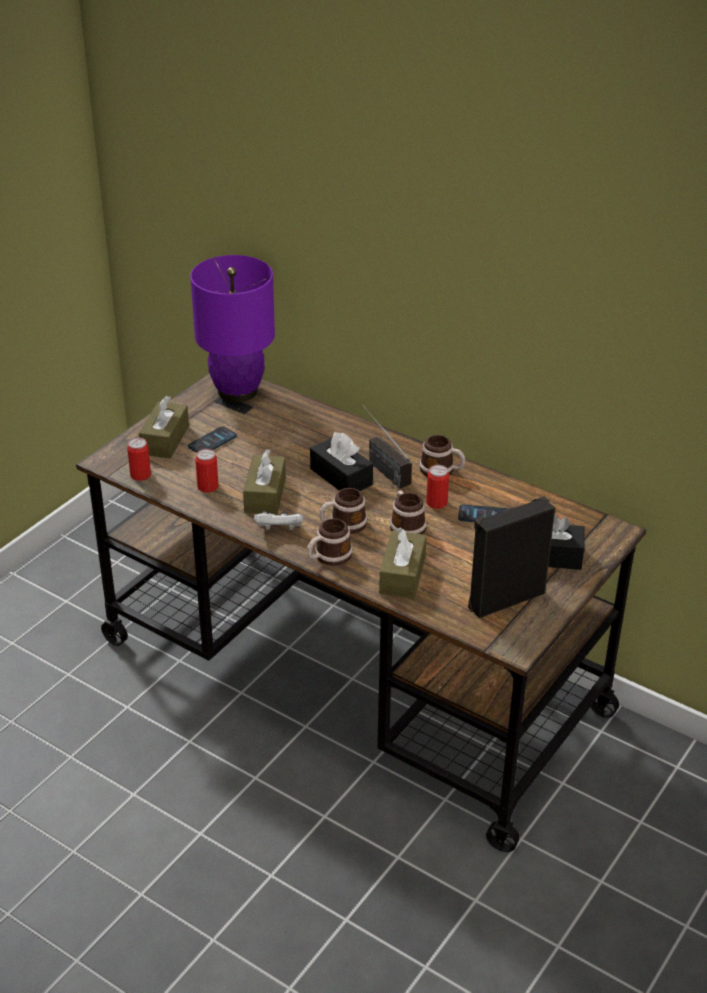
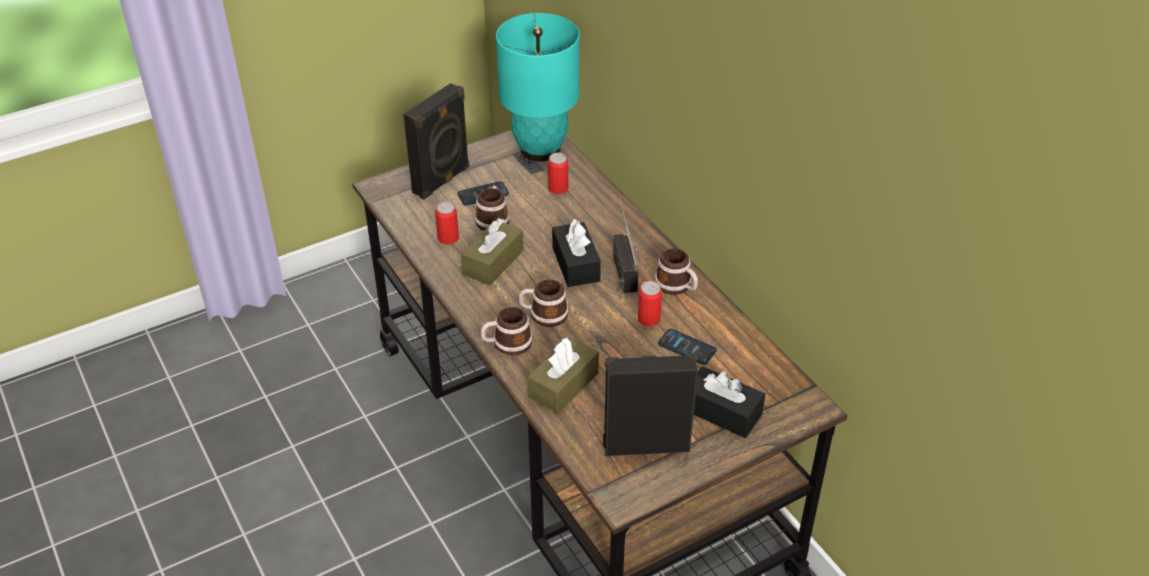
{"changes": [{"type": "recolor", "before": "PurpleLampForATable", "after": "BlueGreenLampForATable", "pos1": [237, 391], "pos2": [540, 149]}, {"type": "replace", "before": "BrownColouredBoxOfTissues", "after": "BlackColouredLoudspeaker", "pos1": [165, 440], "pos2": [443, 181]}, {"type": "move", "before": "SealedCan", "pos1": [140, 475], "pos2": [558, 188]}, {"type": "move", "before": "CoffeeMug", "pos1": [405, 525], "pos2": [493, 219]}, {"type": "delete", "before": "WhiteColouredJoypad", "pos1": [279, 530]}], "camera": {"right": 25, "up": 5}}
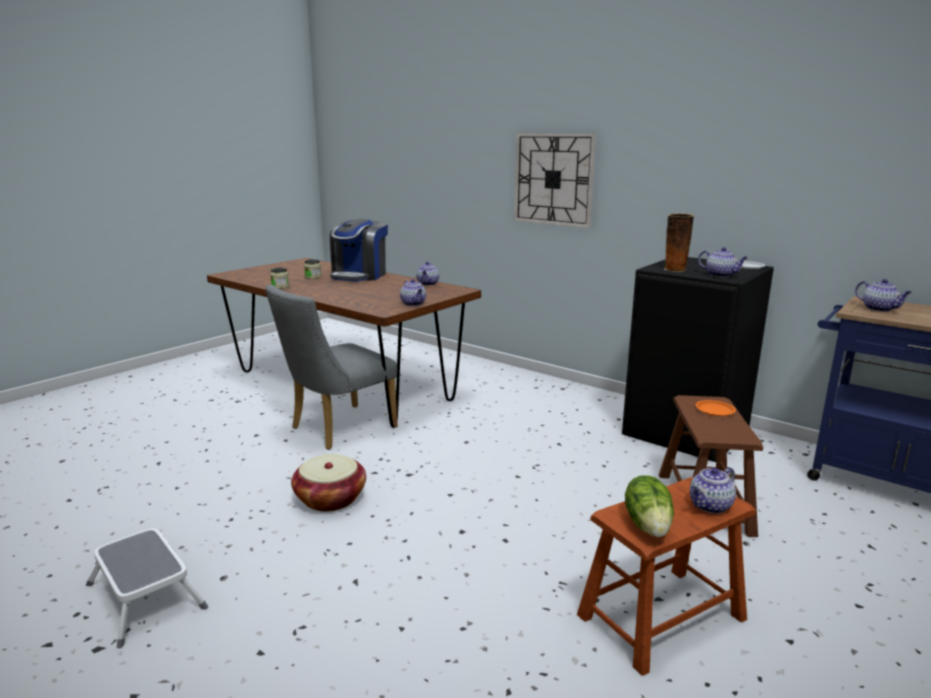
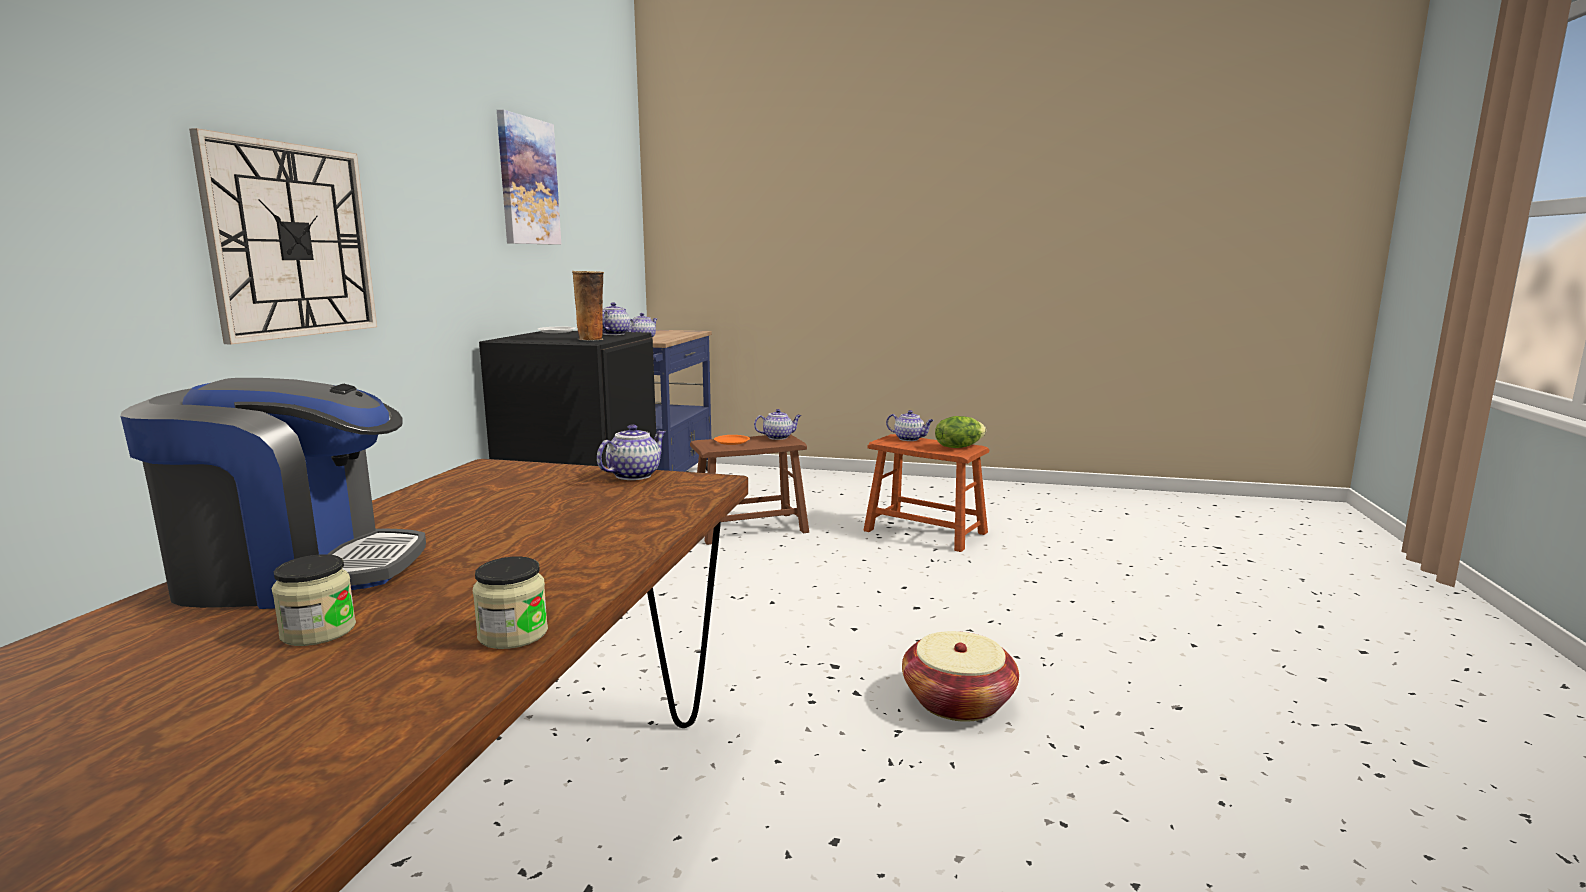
{"changes": [{"type": "move", "before": "PotForTea", "pos1": [428, 284], "pos2": [778, 437]}, {"type": "delete", "before": "GreyPlainChair", "pos1": [336, 429]}, {"type": "delete", "before": "GreyStepLadder", "pos1": [146, 596]}, {"type": "insert", "after": "WallArt", "pos2": [527, 181]}], "camera": {"right": -115, "up": -5}}
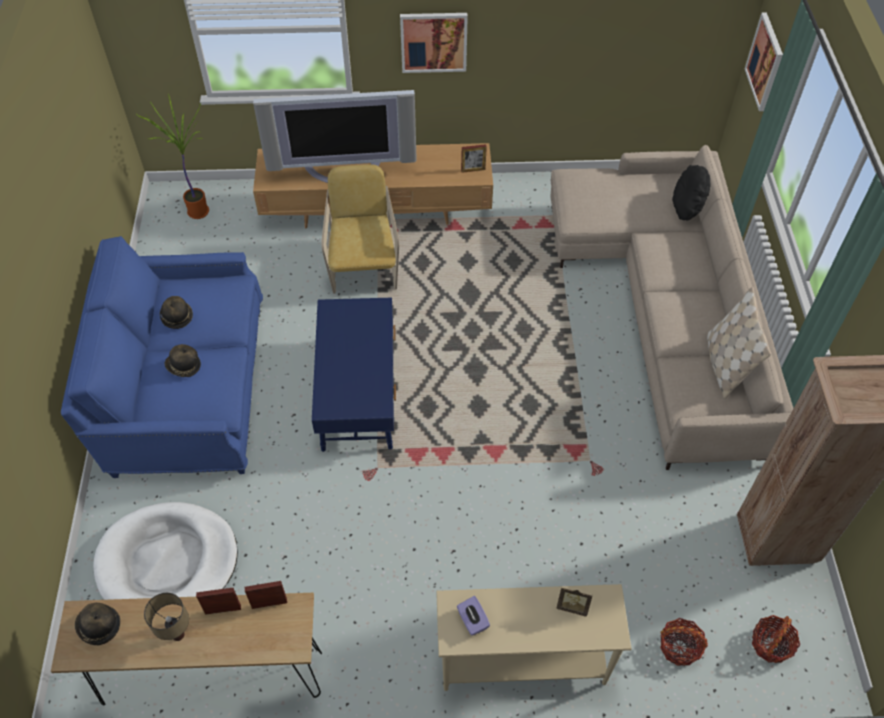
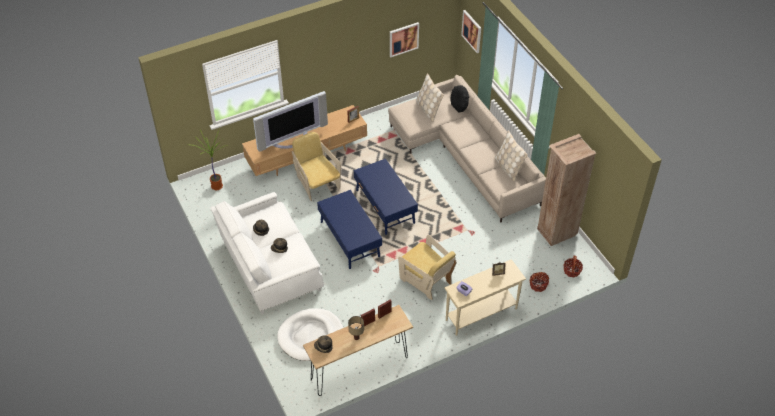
{"changes": [{"type": "move", "before": "WallArt", "pos1": [433, 42], "pos2": [403, 39]}, {"type": "recolor", "before": "BluishSettee", "after": "WhiteColouredSettee", "pos1": [186, 389], "pos2": [269, 267]}, {"type": "insert", "after": "BeigeColouredCushion", "pos2": [428, 109]}, {"type": "insert", "after": "BluishLowTable", "pos2": [385, 207]}, {"type": "insert", "after": "YellowColouredLoungeChair", "pos2": [426, 280]}], "camera": {"right": -25, "up": -5}}
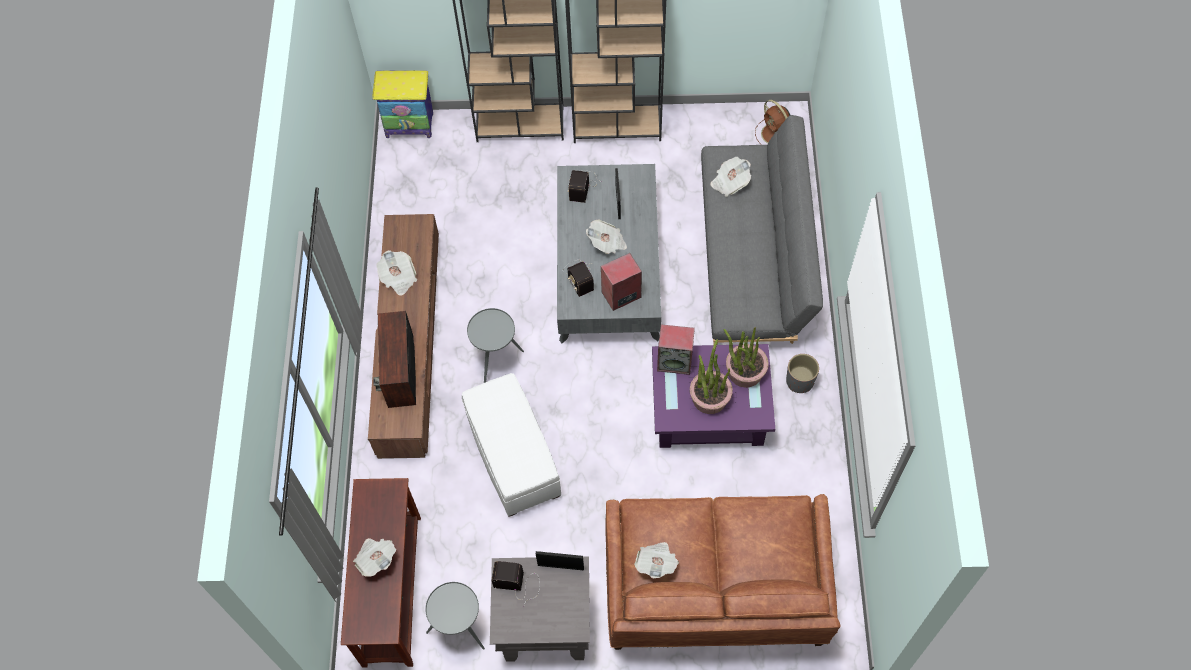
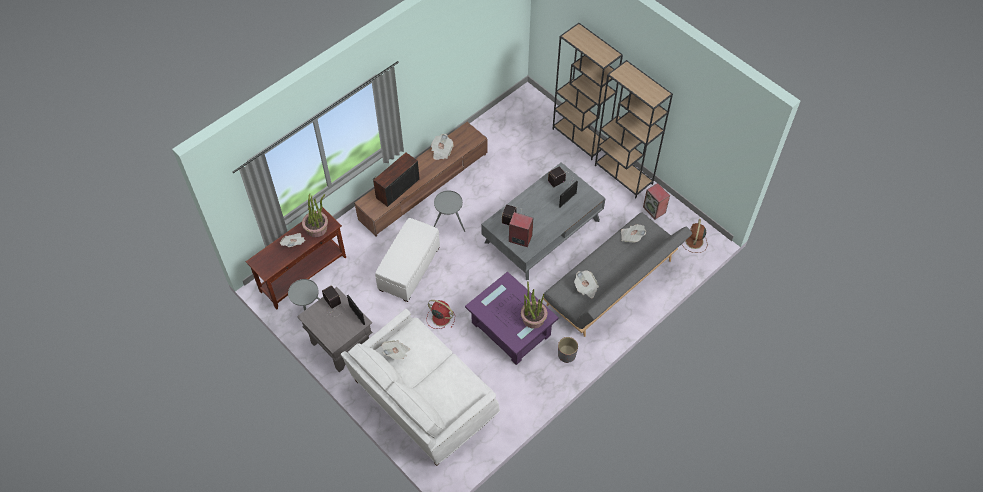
{"changes": [{"type": "delete", "before": "NightTable", "pos1": [411, 126]}, {"type": "move", "before": "DailyPaper", "pos1": [607, 243], "pos2": [586, 288]}, {"type": "move", "before": "Loudspeaker", "pos1": [675, 361], "pos2": [654, 210]}, {"type": "move", "before": "PottedPlant", "pos1": [709, 397], "pos2": [316, 228]}, {"type": "recolor", "before": "BrownColouredSettee", "after": "WhiteColouredSettee", "pos1": [714, 589], "pos2": [422, 399]}, {"type": "insert", "after": "RedColouredCoolingFan", "pos2": [440, 317]}], "camera": {"right": 45, "up": -5}}
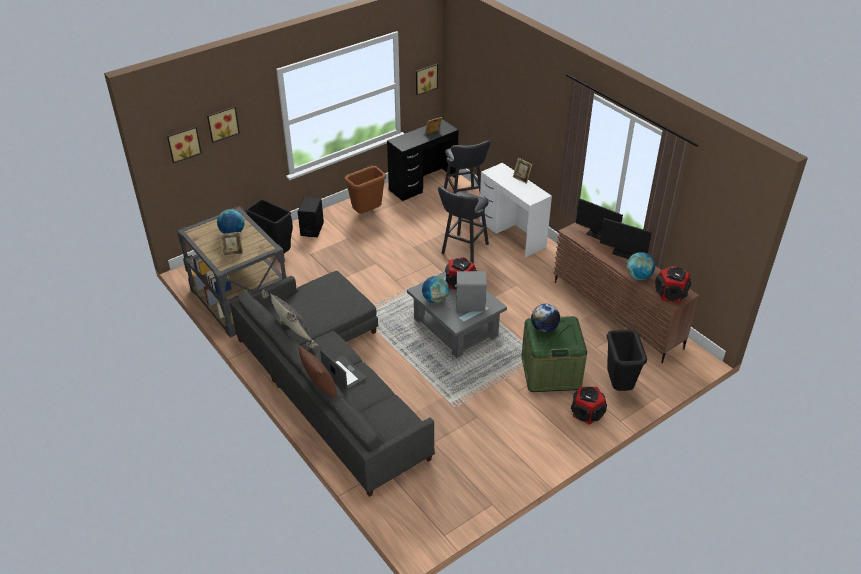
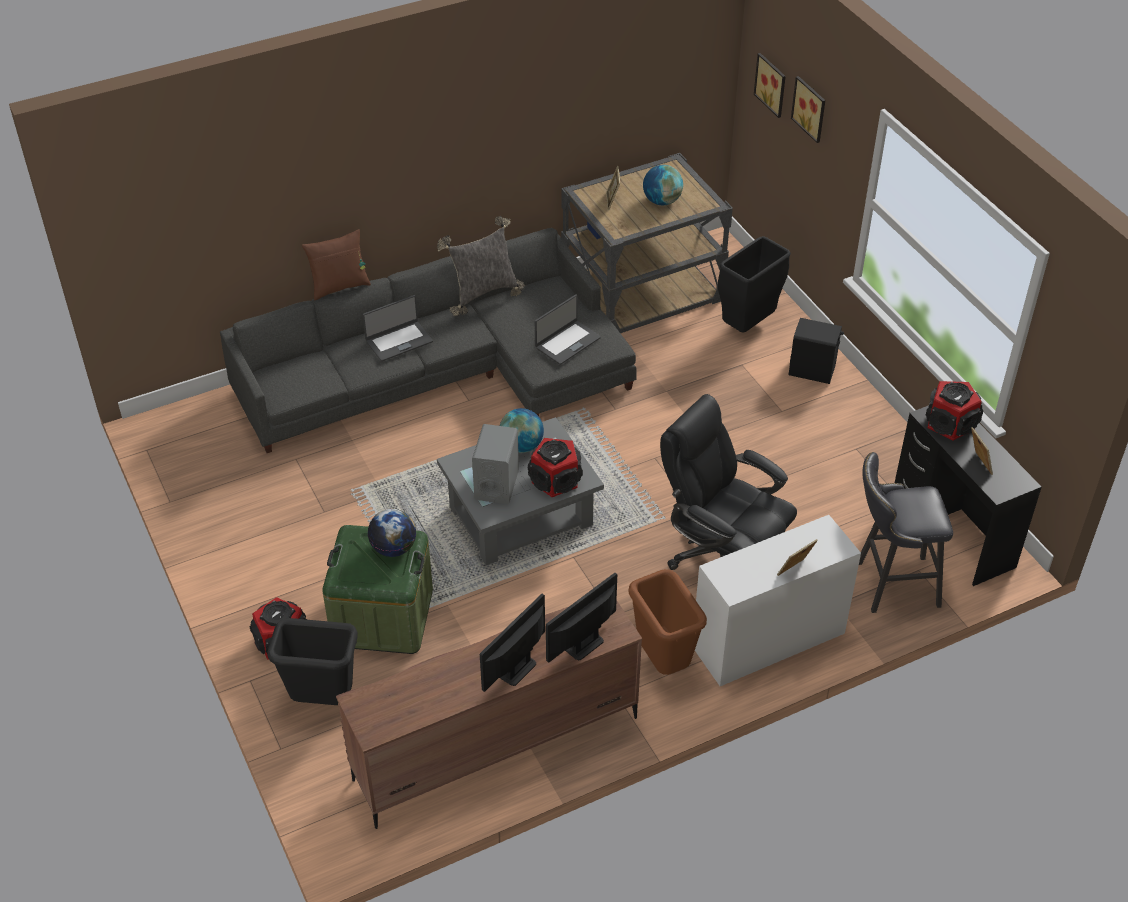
{"changes": [{"type": "delete", "before": "WallArt", "pos1": [425, 78]}, {"type": "move", "before": "BrownColouredWasteBin", "pos1": [367, 213], "pos2": [663, 662]}, {"type": "replace", "before": "BlackColouredSittingStool", "after": "BlackColouredComputerChair", "pos1": [462, 252], "pos2": [722, 556]}, {"type": "delete", "before": "DeskGlobe", "pos1": [638, 276]}, {"type": "move", "before": "Loudspeaker", "pos1": [670, 293], "pos2": [950, 424]}, {"type": "insert", "after": "PortableComputer", "pos2": [567, 342]}], "camera": {"right": 100, "up": 5}}
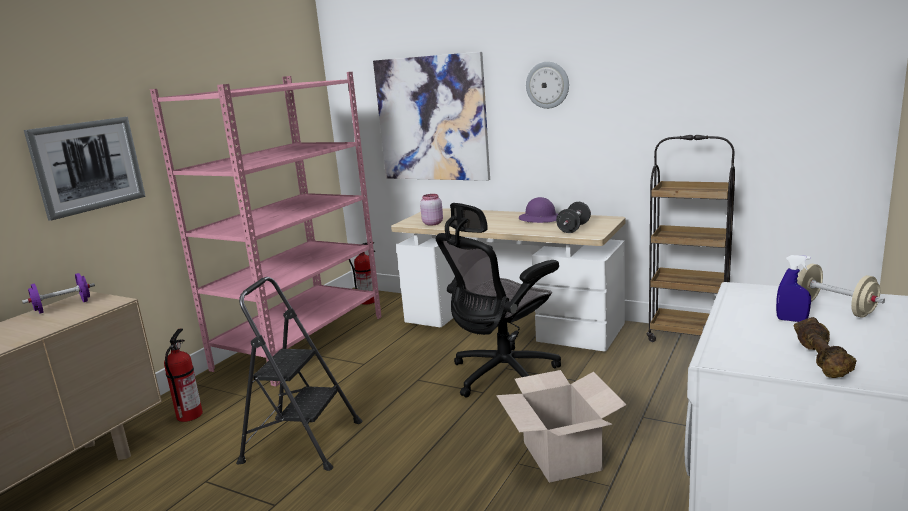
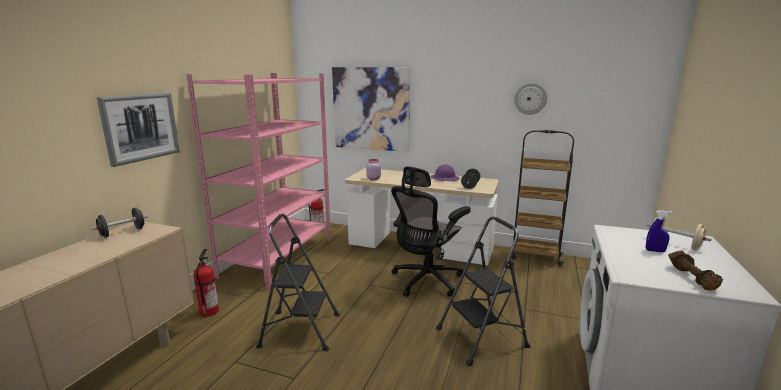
{"changes": [{"type": "move", "before": "ClockOnTheWall", "pos1": [547, 85], "pos2": [530, 98]}, {"type": "recolor", "before": "PurpleDumbbell", "after": "BlackColouredDumbbell", "pos1": [63, 307], "pos2": [122, 232]}, {"type": "replace", "before": "PackingBox", "after": "BlackColouredStepLadder", "pos1": [562, 456], "pos2": [483, 336]}], "camera": {"right": -10, "up": 0}}
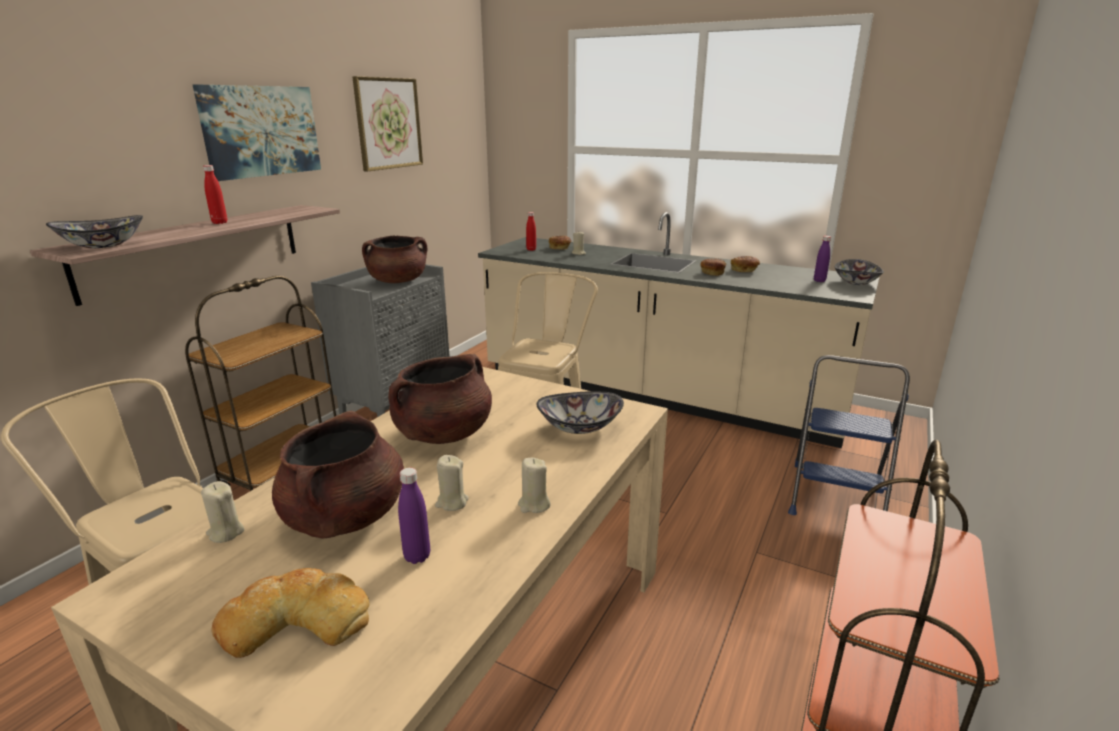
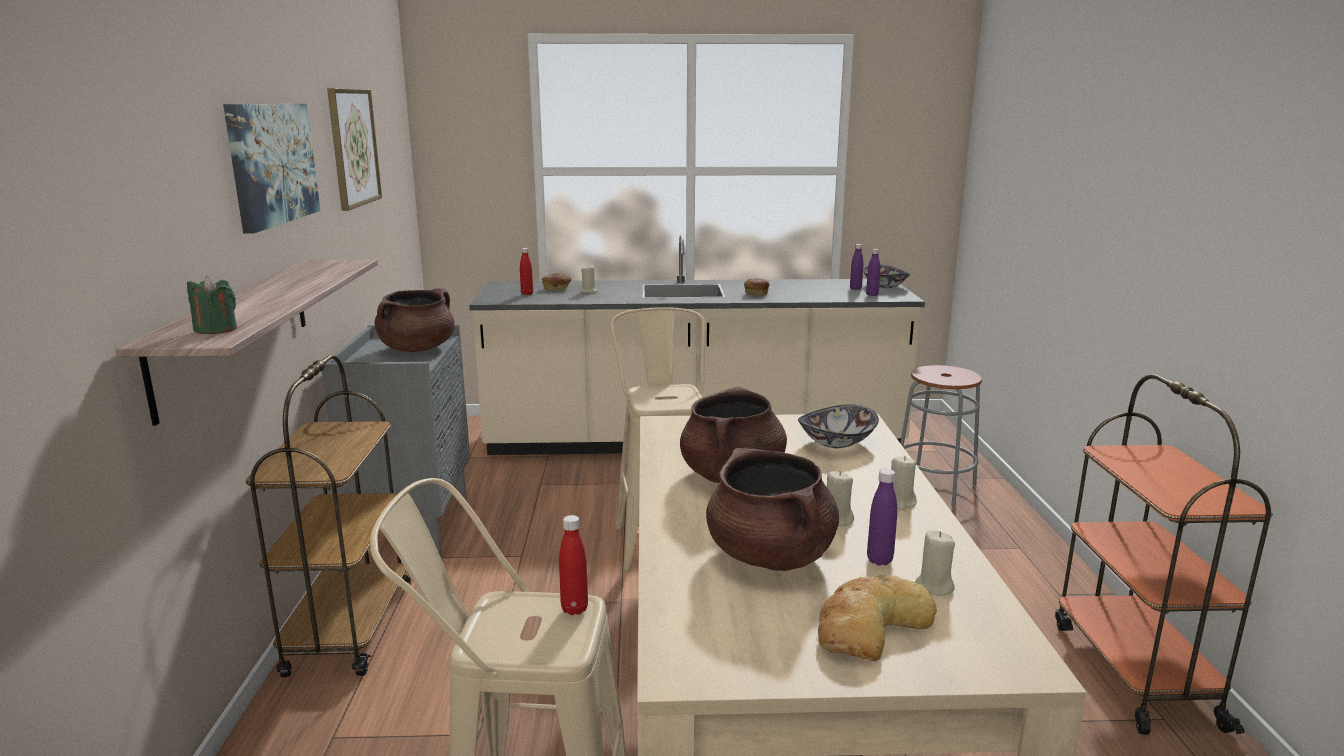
{"changes": [{"type": "move", "before": "RedColouredBottle", "pos1": [220, 223], "pos2": [574, 609]}, {"type": "replace", "before": "Bowl", "after": "GreenishWaxCandle", "pos1": [103, 245], "pos2": [216, 330]}, {"type": "delete", "before": "BakeryBread", "pos1": [744, 271]}, {"type": "replace", "before": "BluishStepLadder", "after": "GreySittingStool", "pos1": [836, 494], "pos2": [934, 487]}, {"type": "move", "before": "BeigeColouredWaxCandle", "pos1": [225, 532], "pos2": [933, 587]}, {"type": "insert", "after": "PurpleBottle", "pos2": [872, 295]}], "camera": {"right": -30, "up": -5}}
